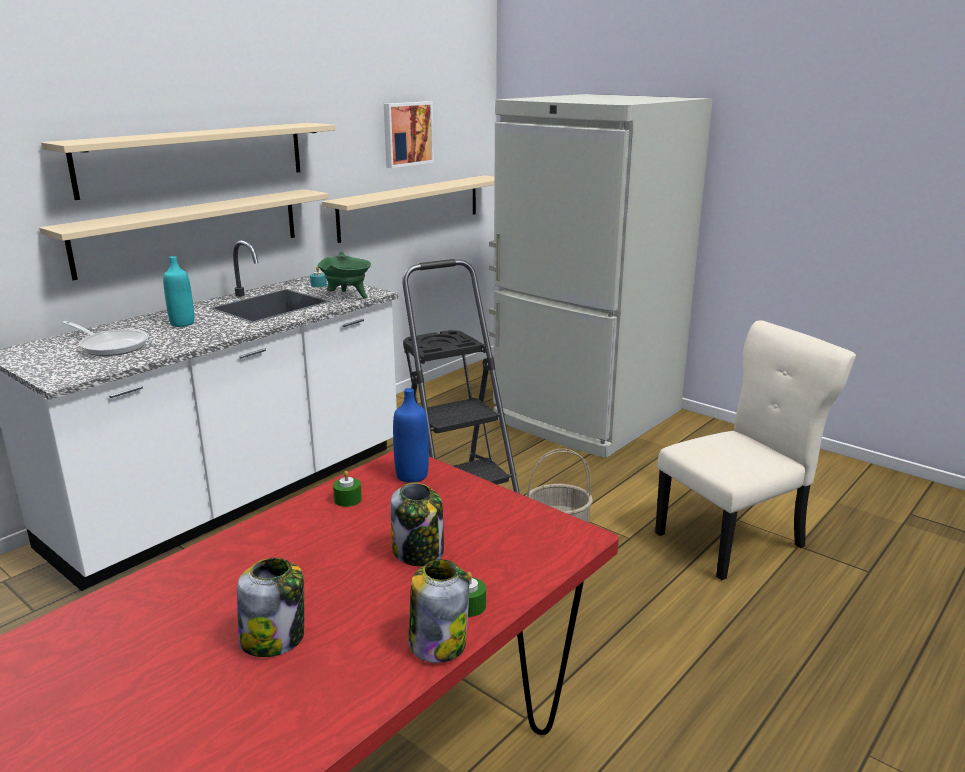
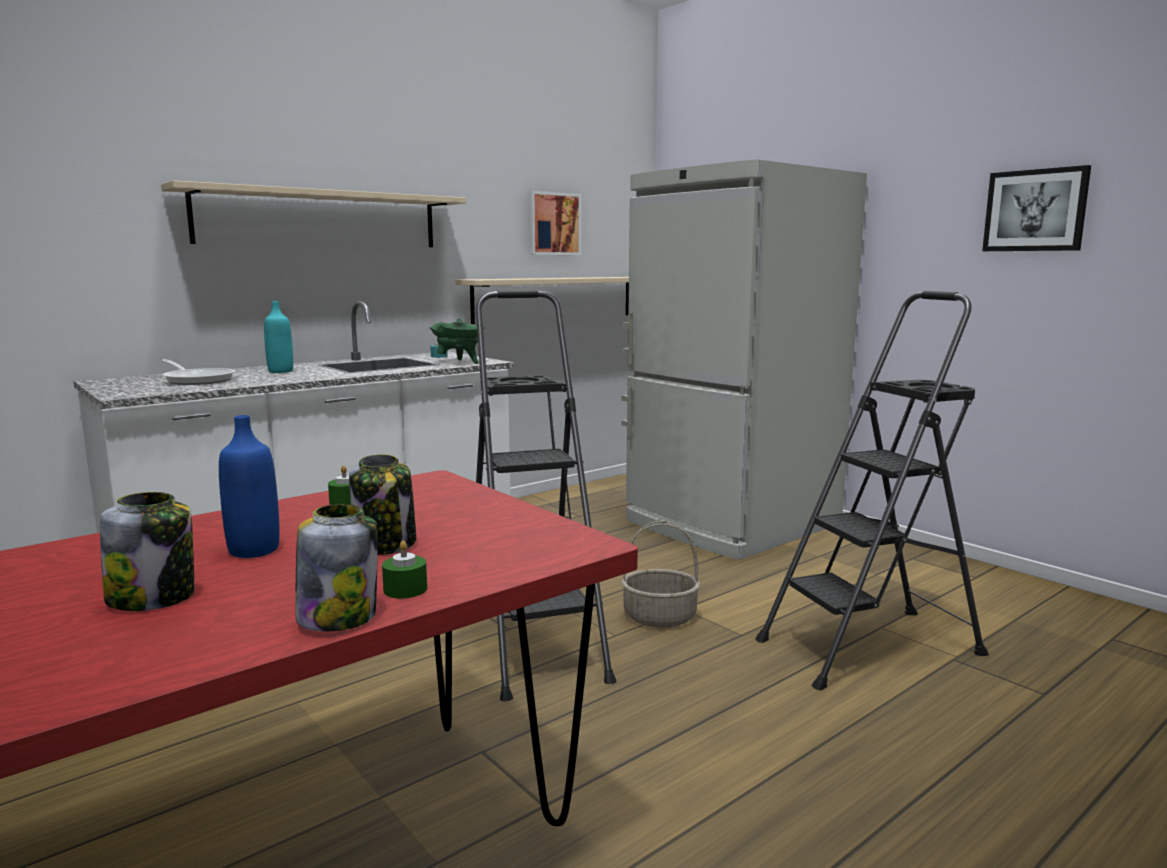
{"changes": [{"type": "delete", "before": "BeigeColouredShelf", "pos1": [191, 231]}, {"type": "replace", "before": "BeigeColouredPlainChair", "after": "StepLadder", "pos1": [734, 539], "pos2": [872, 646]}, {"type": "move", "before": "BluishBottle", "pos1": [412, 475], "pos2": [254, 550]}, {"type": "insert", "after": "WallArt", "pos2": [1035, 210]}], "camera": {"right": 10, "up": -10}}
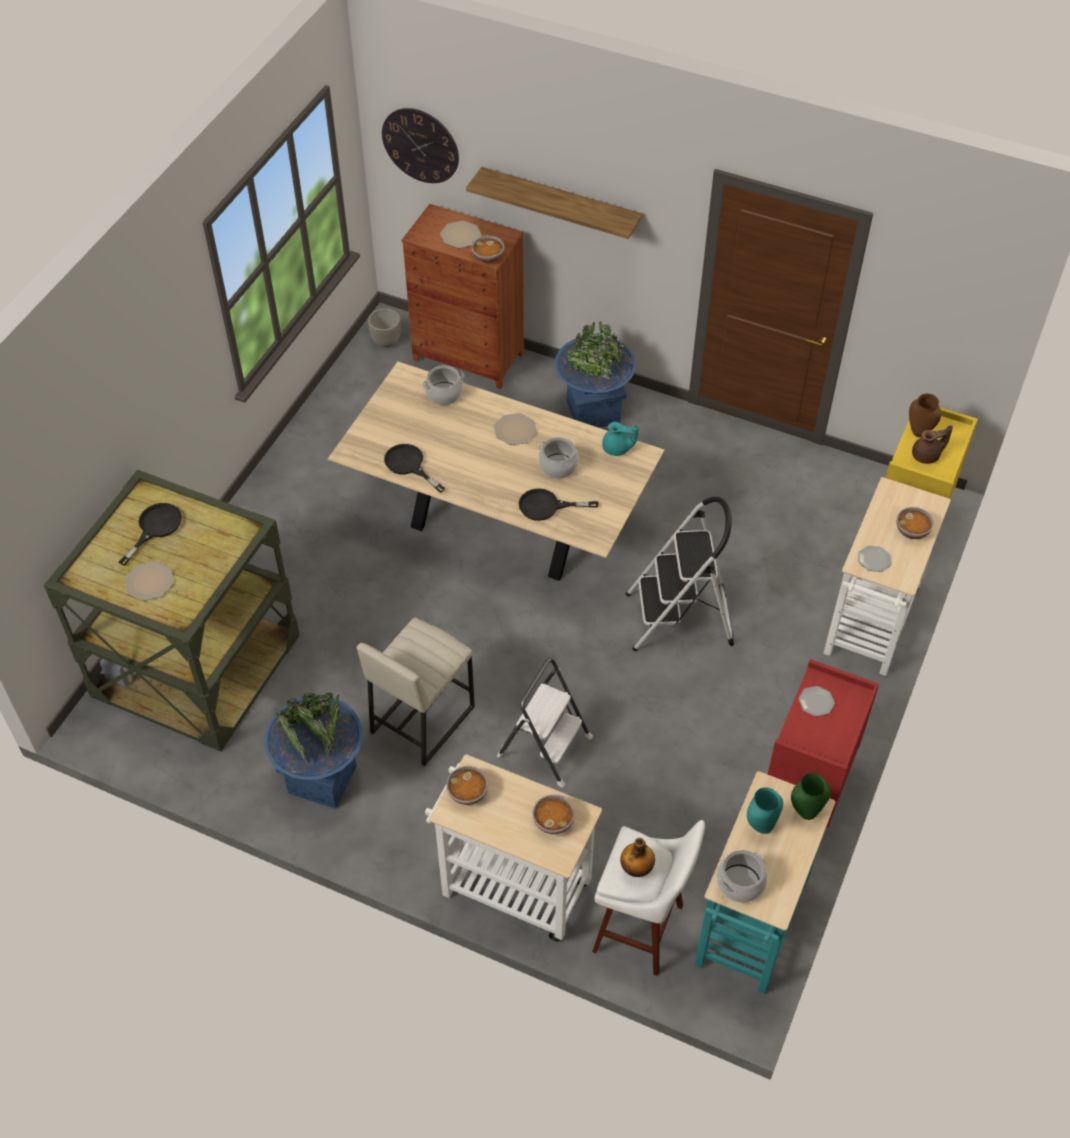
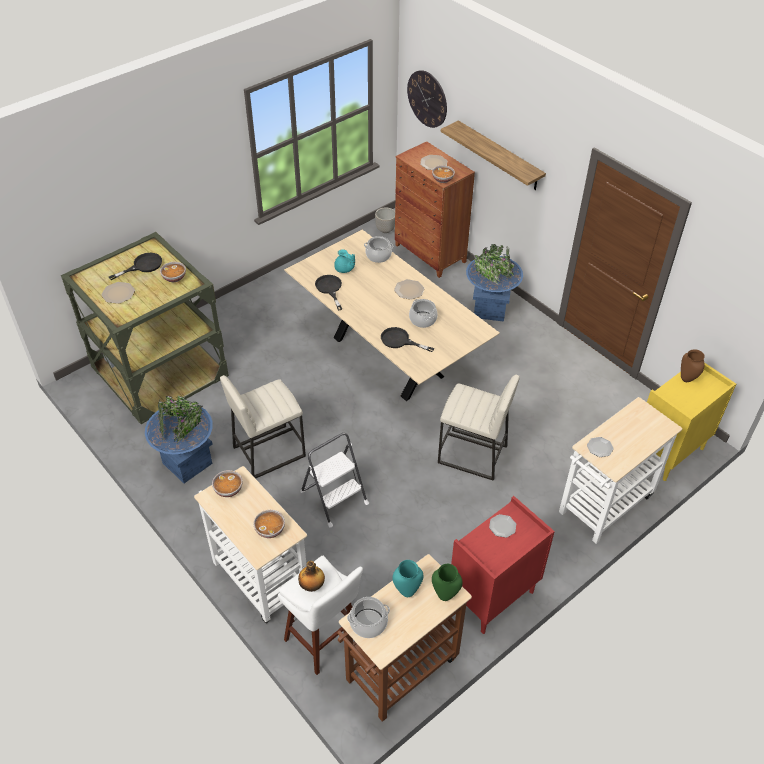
{"changes": [{"type": "move", "before": "BlueGreenPotForTea", "pos1": [617, 449], "pos2": [344, 269]}, {"type": "delete", "before": "BrownColouredPotForTea", "pos1": [927, 456]}, {"type": "replace", "before": "StepLadder", "after": "BeigeColouredSittingStool", "pos1": [682, 620], "pos2": [472, 454]}, {"type": "move", "before": "Bowl", "pos1": [912, 531], "pos2": [174, 278]}, {"type": "recolor", "before": "BlueGreenWheeledCart", "after": "BrownColouredWheeledCart", "pos1": [751, 925], "pos2": [400, 670]}], "camera": {"right": 25, "up": -5}}
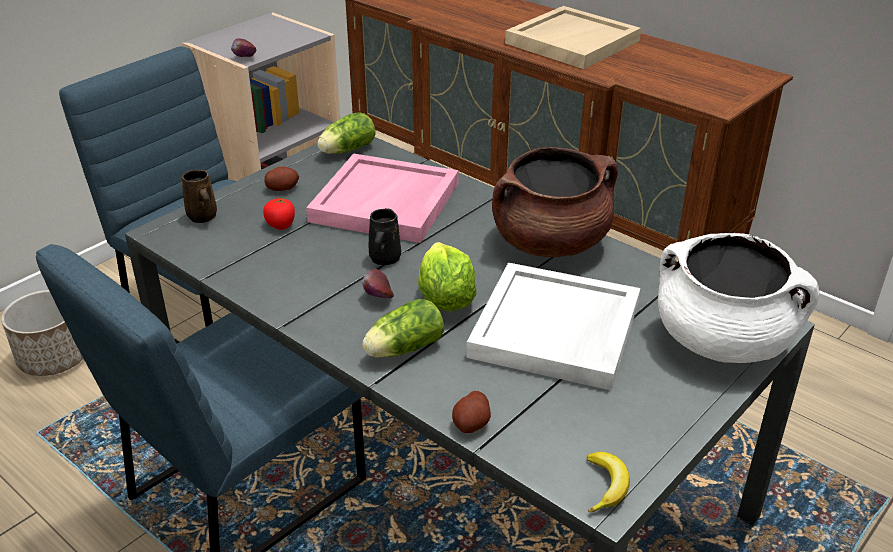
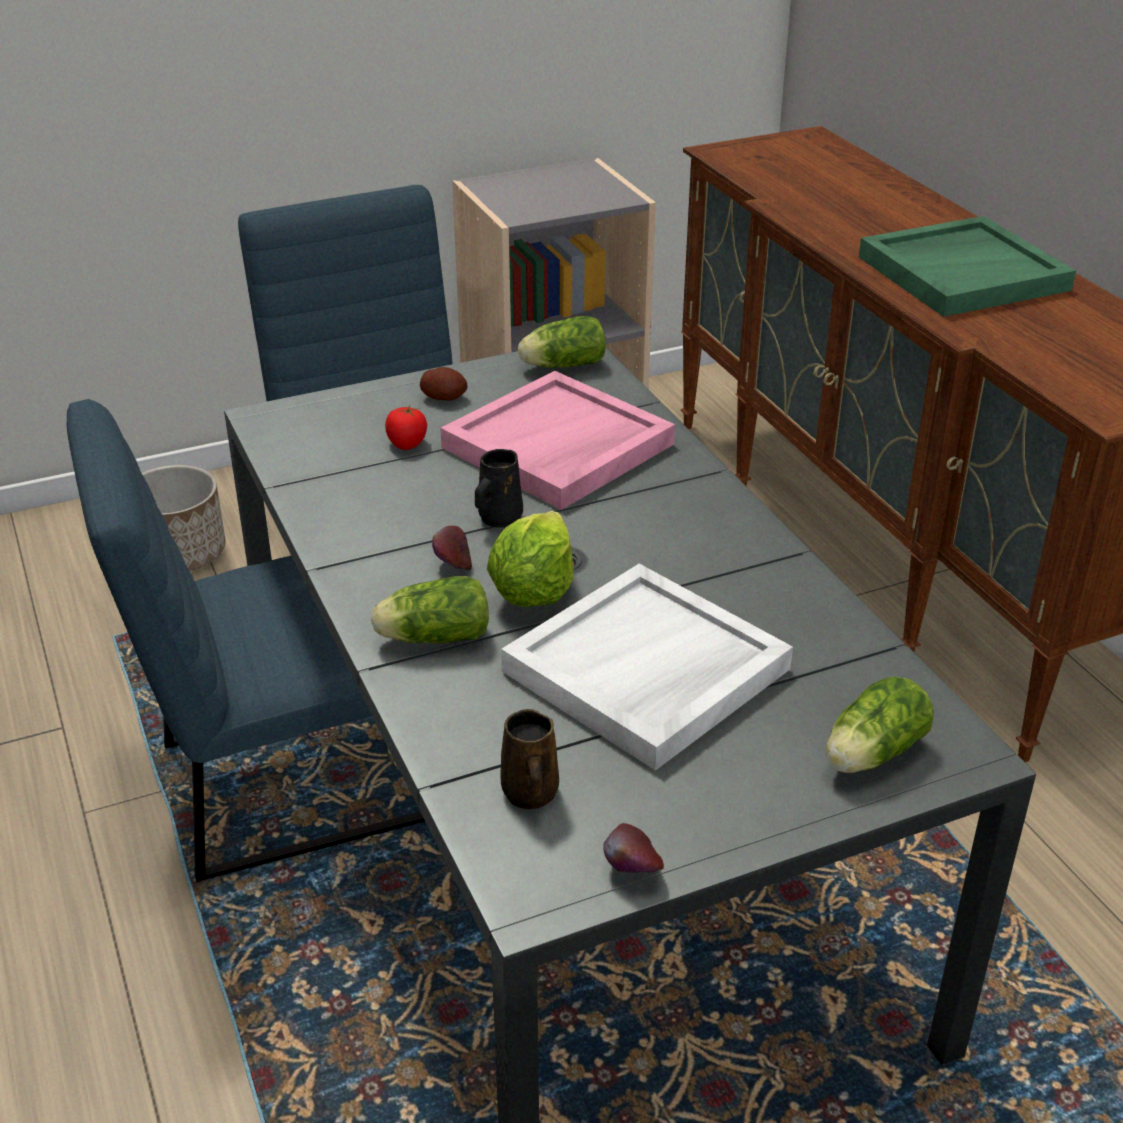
{"changes": [{"type": "recolor", "before": "BeigeColouredCarryingTray", "after": "GreenishCarryingTray", "pos1": [572, 41], "pos2": [963, 272]}, {"type": "move", "before": "WholeApple", "pos1": [244, 58], "pos2": [632, 872]}, {"type": "delete", "before": "BrownColouredStockpot", "pos1": [550, 242]}, {"type": "move", "before": "BrownColouredCoffeeMug", "pos1": [203, 217], "pos2": [530, 795]}, {"type": "replace", "before": "WhiteColouredStockpot", "after": "LettuceHead", "pos1": [723, 341], "pos2": [870, 755]}, {"type": "delete", "before": "Spud", "pos1": [471, 424]}, {"type": "delete", "before": "WholeBanana", "pos1": [606, 486]}], "camera": {"right": 25, "up": 0}}
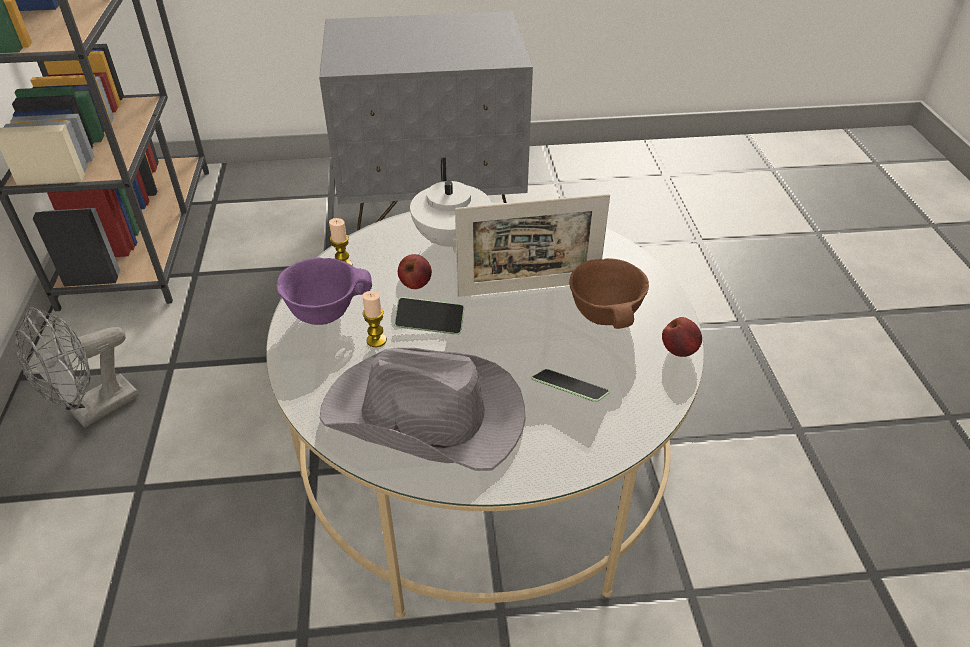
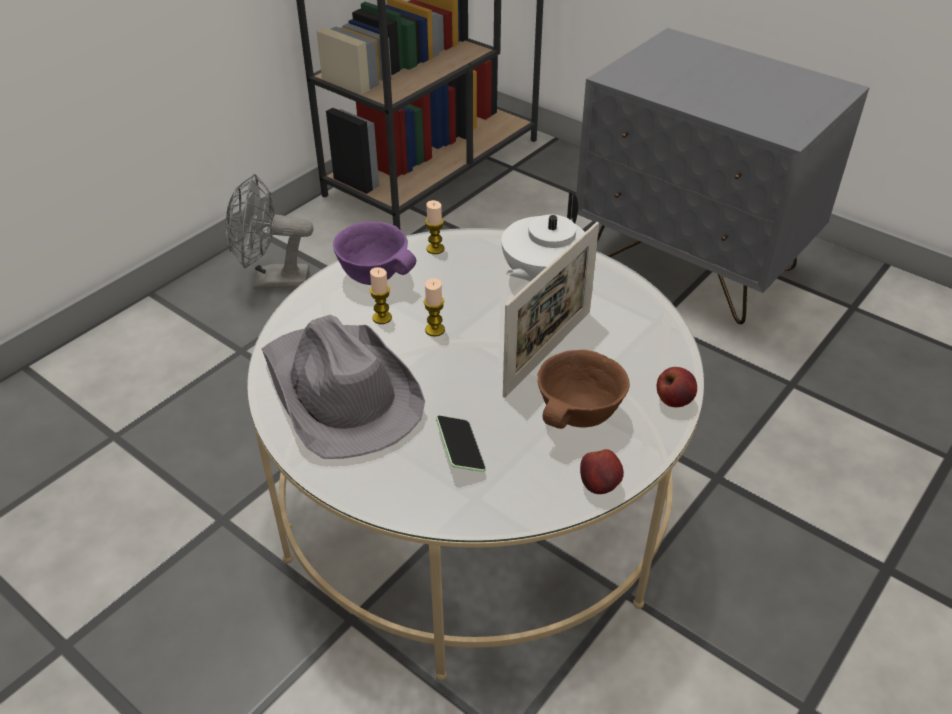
{"changes": [{"type": "rotate", "before": "StandingFrame", "pos1": [529, 288], "pos2": [548, 352], "turn": -90}, {"type": "move", "before": "WholeApple", "pos1": [415, 284], "pos2": [673, 401]}, {"type": "replace", "before": "Handset", "after": "WaxCandle", "pos1": [430, 323], "pos2": [435, 330]}], "camera": {"right": 45, "up": 0}}
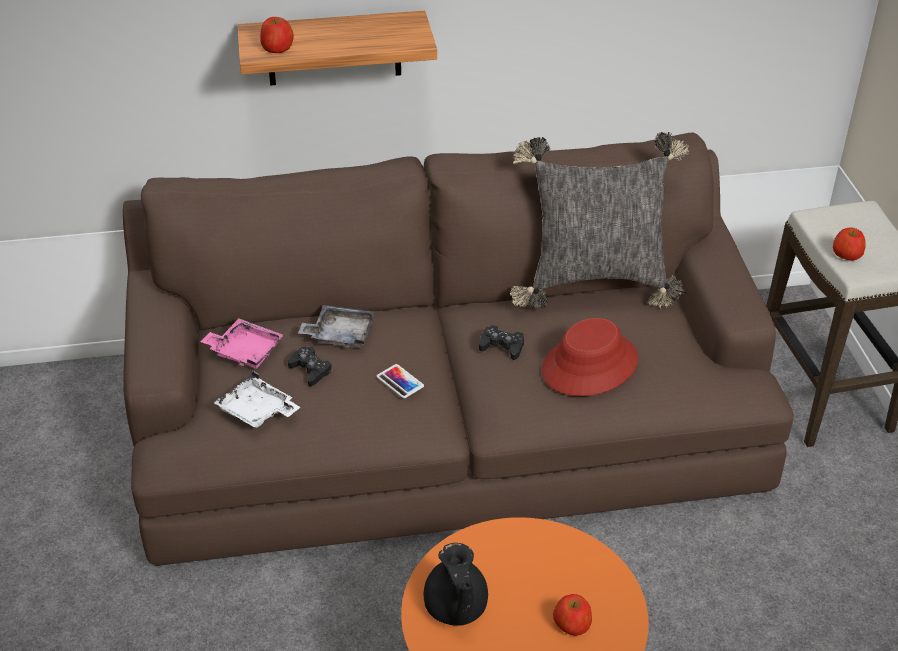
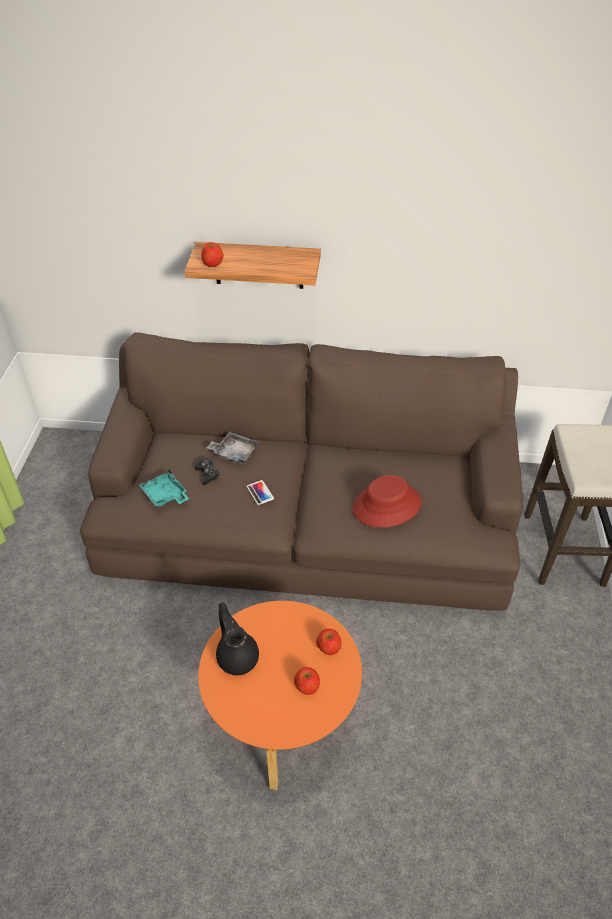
{"changes": [{"type": "delete", "before": "Cushion", "pos1": [593, 291]}, {"type": "move", "before": "WholeApple", "pos1": [846, 255], "pos2": [328, 647]}, {"type": "delete", "before": "PinkColouredCarryingTray", "pos1": [245, 351]}, {"type": "delete", "before": "BlackColouredJoypad", "pos1": [502, 346]}, {"type": "recolor", "before": "WhiteColouredCarryingTray", "after": "BlueGreenCarryingTray", "pos1": [257, 411], "pos2": [165, 495]}, {"type": "rotate", "before": "BlackColouredPotForTea", "pos1": [455, 608], "pos2": [237, 656], "turn": 150}], "camera": {"right": 15, "up": 5}}
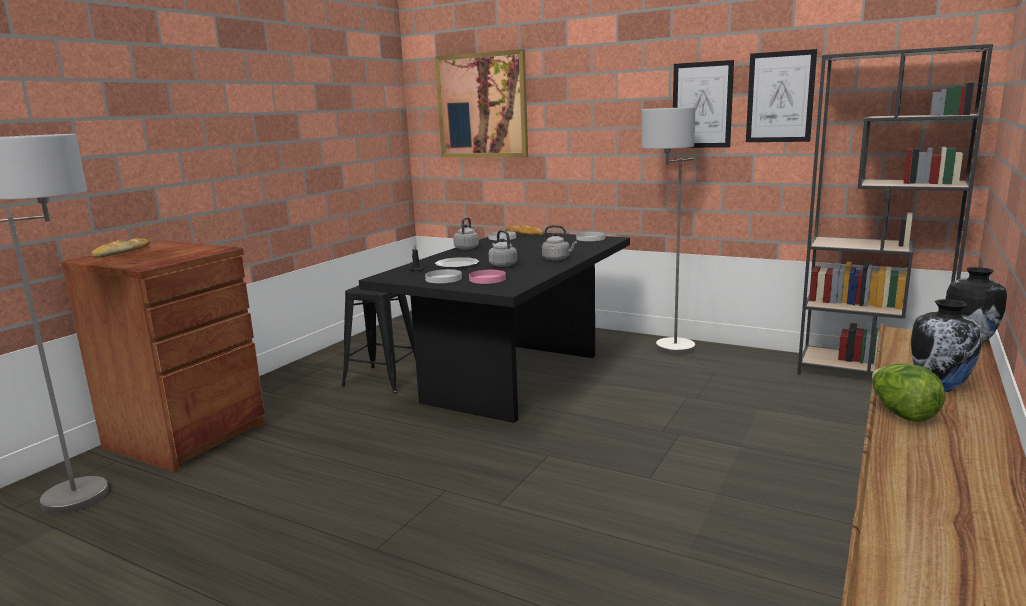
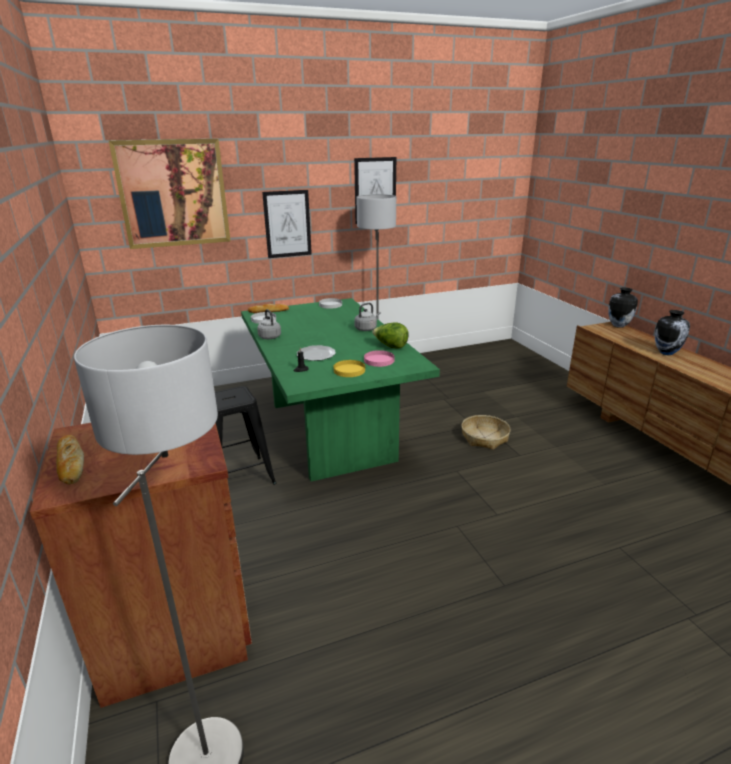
{"changes": [{"type": "delete", "before": "ShelvingUnit", "pos1": [869, 373]}, {"type": "move", "before": "WallArt", "pos1": [780, 97], "pos2": [287, 224]}, {"type": "delete", "before": "GreyTeaKettle", "pos1": [502, 265]}, {"type": "recolor", "before": "BlackColouredDiningTable", "after": "GreenishDiningTable", "pos1": [513, 377], "pos2": [329, 431]}, {"type": "recolor", "before": "WhiteColouredPlate", "after": "YellowColouredPlate", "pos1": [443, 279], "pos2": [349, 370]}, {"type": "move", "before": "LettuceHead", "pos1": [901, 413], "pos2": [390, 346]}, {"type": "insert", "after": "StorageBasket", "pos2": [484, 438]}], "camera": {"right": -50, "up": 10}}
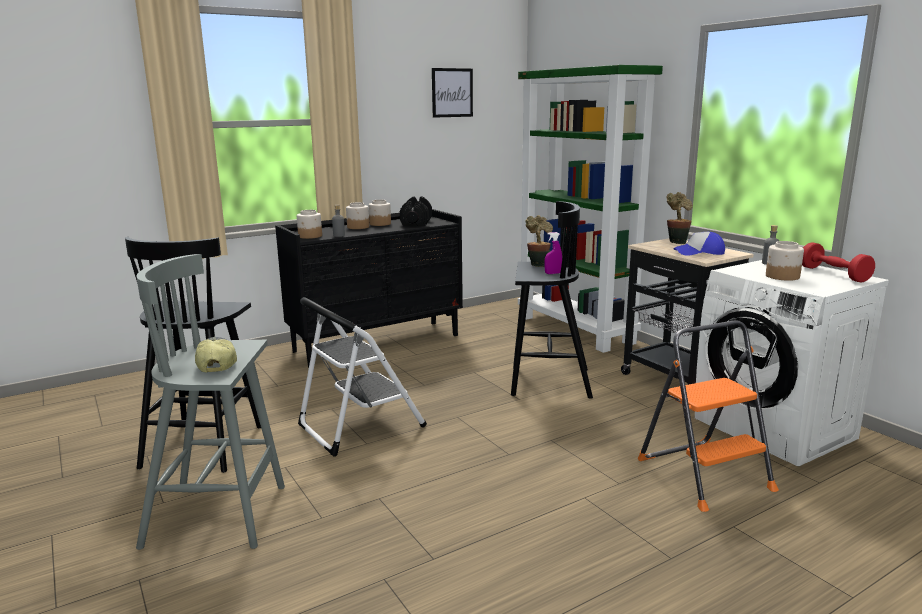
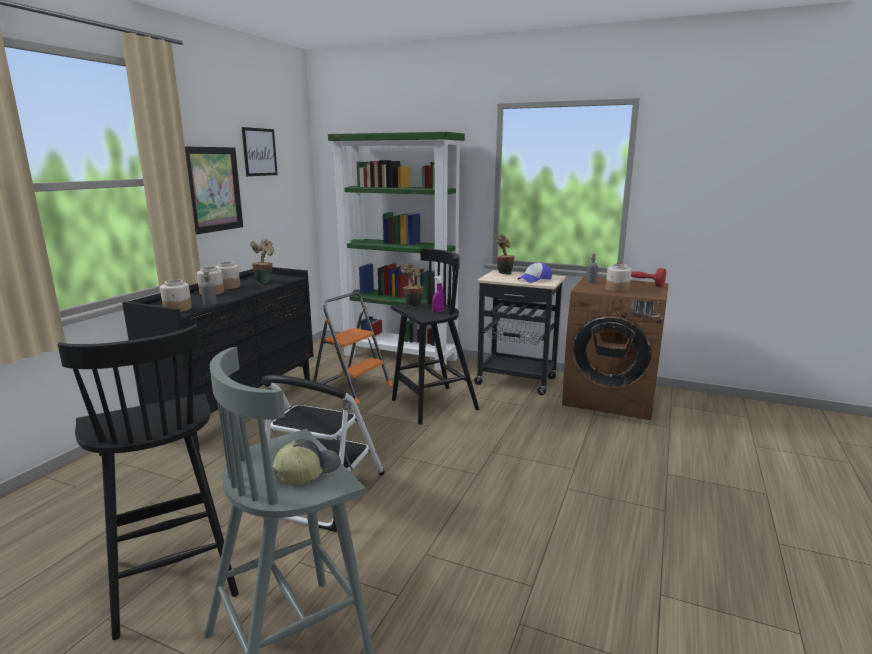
{"changes": [{"type": "replace", "before": "BlackColouredDumbbell", "after": "PottedPlant", "pos1": [416, 223], "pos2": [264, 281]}, {"type": "recolor", "before": "WhiteColouredWashingMachine", "after": "BrownColouredWashingMachine", "pos1": [773, 431], "pos2": [610, 401]}, {"type": "move", "before": "OrangeColouredStepLadder", "pos1": [701, 471], "pos2": [350, 386]}, {"type": "rotate", "before": "PeakedCap", "pos1": [216, 364], "pos2": [307, 471], "turn": 90}, {"type": "insert", "after": "WallArt", "pos2": [213, 189]}], "camera": {"right": -35, "up": 0}}
